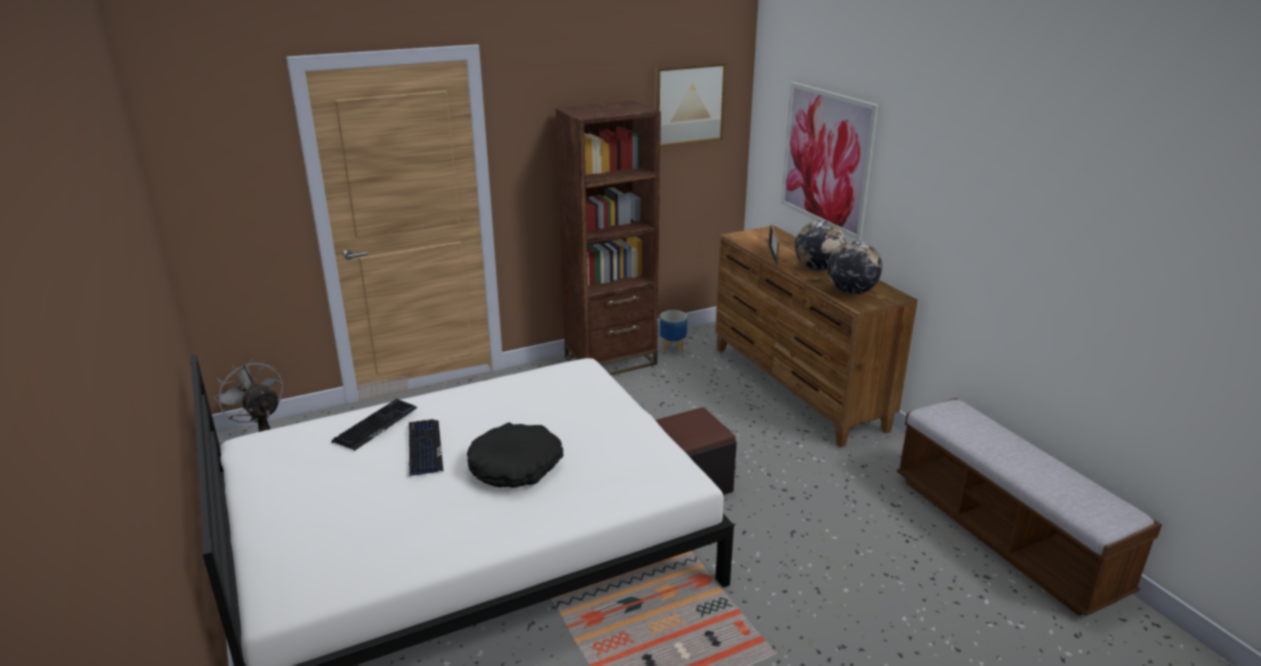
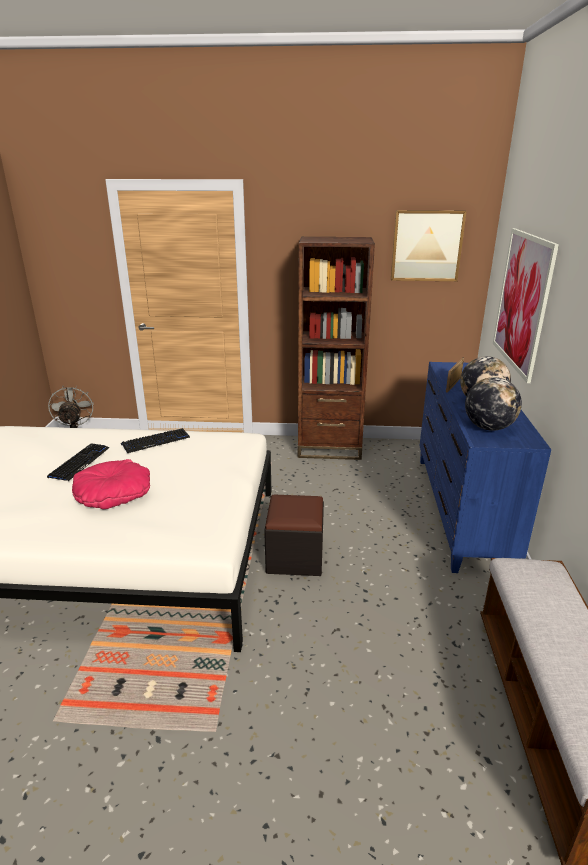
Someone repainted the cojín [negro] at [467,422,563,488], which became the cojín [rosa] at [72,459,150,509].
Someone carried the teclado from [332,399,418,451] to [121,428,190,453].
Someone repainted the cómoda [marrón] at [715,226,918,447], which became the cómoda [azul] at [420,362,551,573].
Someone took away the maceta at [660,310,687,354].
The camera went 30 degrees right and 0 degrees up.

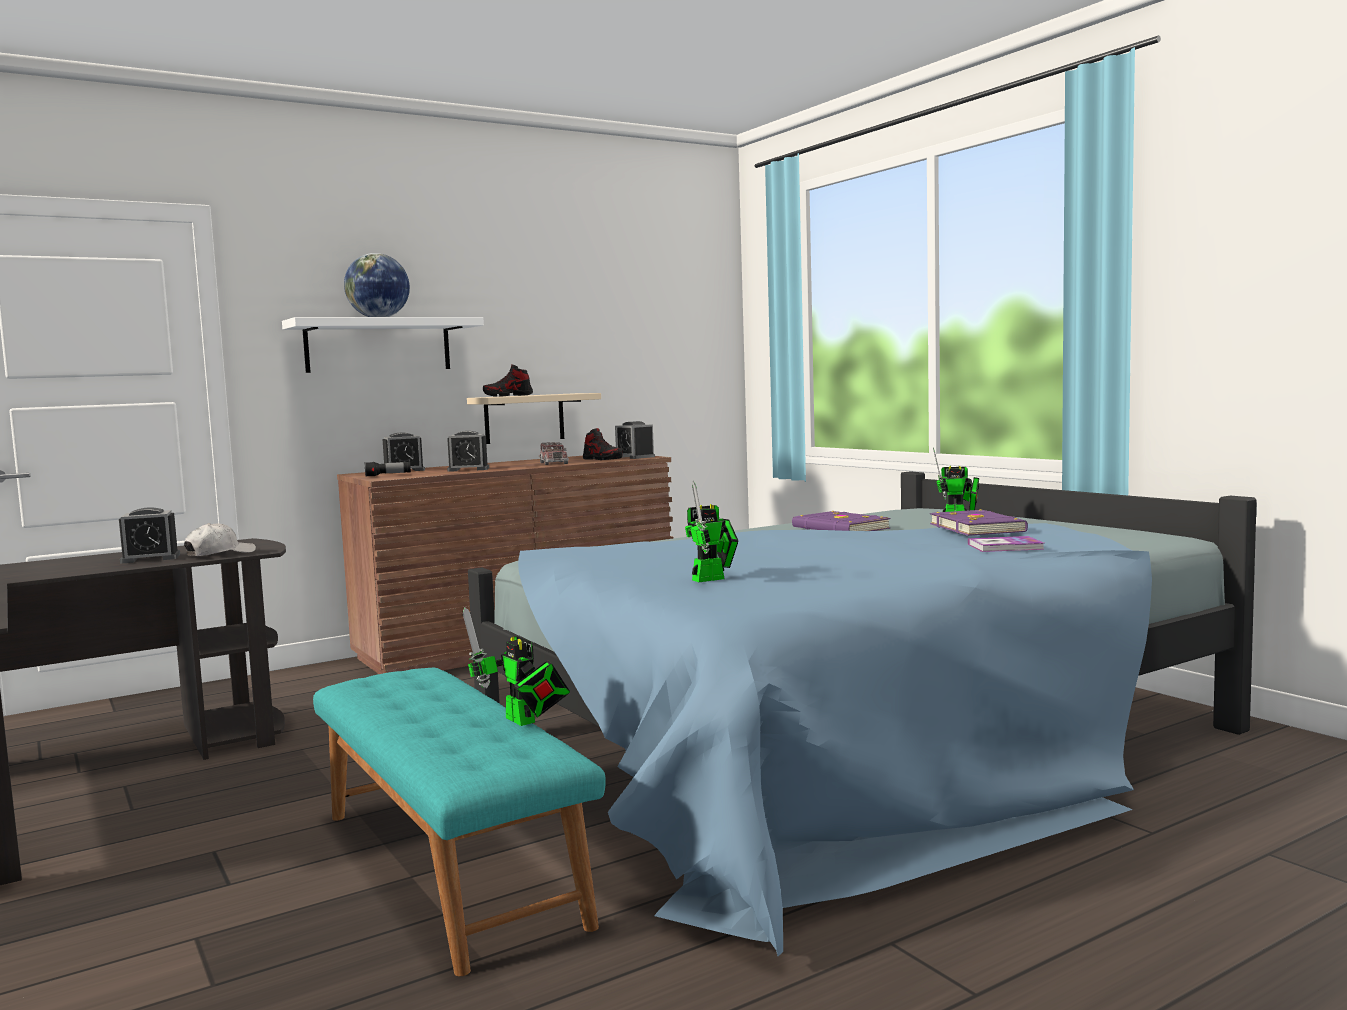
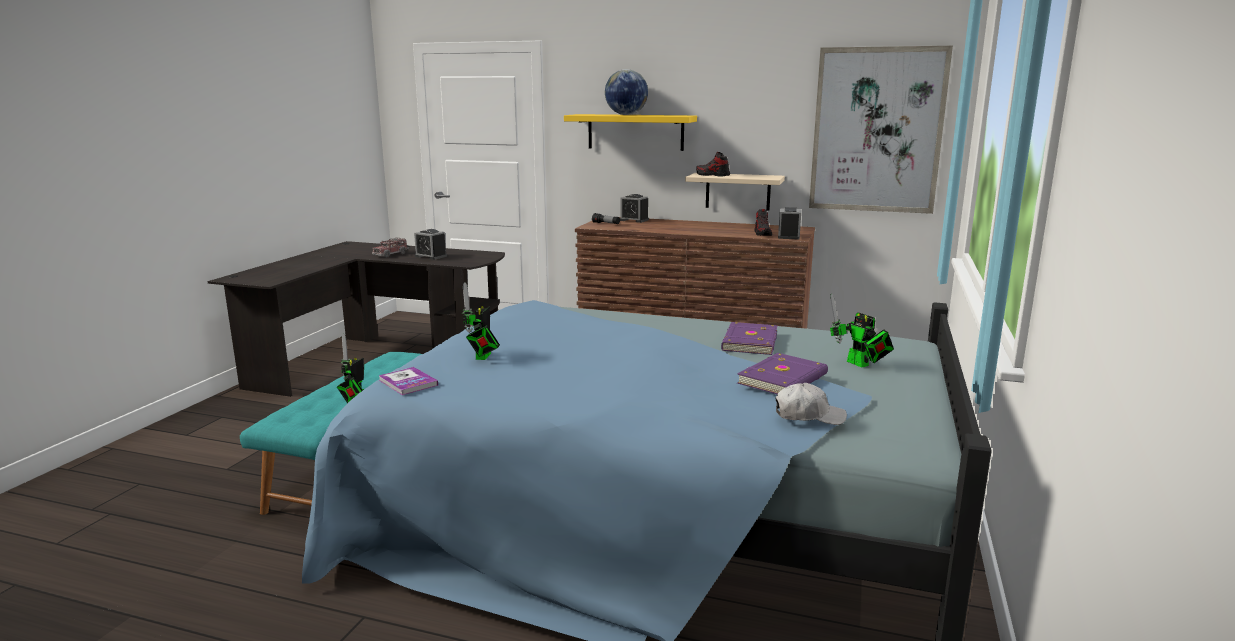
Someone carried the camión de juguete from [539,442,569,465] to [372,238,409,258].
Someone carried the libro from [968,536,1044,552] to [379,367,438,395].
Someone rotated the robot de juguete at [685,481,738,582] by 75 degrees clockwise.
Someone repainted the estante [blanco] at [282,317,484,373], which became the estante [amarillo] at [564,114,697,151].
Someone carried the gorra [blanco] from [184,523,256,556] to [775,383,847,425].
Someone put up the cuadro at [809,46,953,214].
Someone took away the despertador at [447,431,489,472].
The camera went 50 degrees right and 10 degrees up.

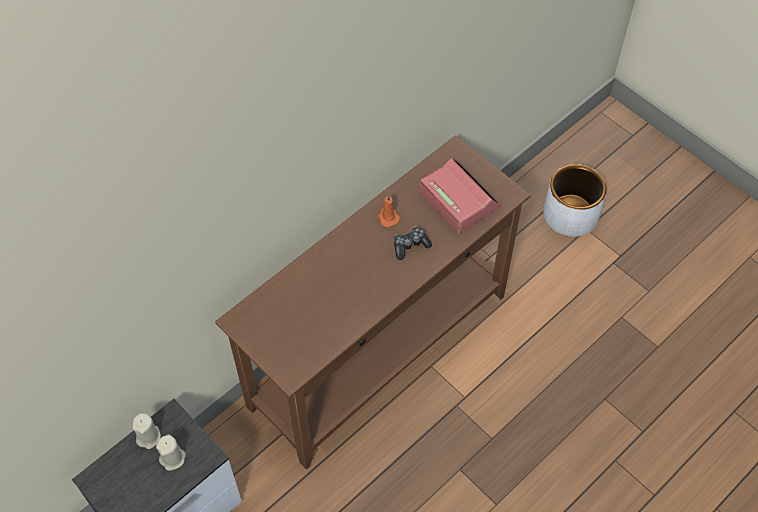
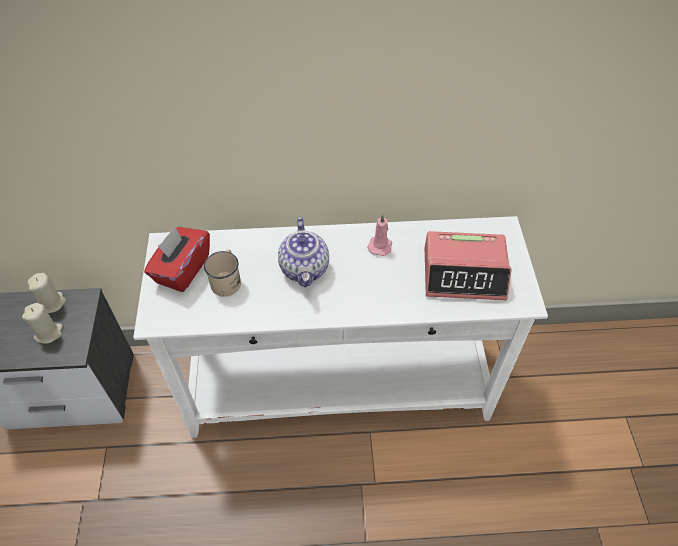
Someone repainted the mesa consola [marrón] at [215,135,531,470], which became the mesa consola [blanco] at [133,216,548,438].
Someone put down the caja de pañuelos [rojo] at [144,227,210,292].
Someone put down the taza grande [beis] at [204,249,241,297].
Someone put down the tetera at [278,217,329,287].
Someone repainted the vela [naranja] at [378,195,400,227], which became the vela [rosa] at [367,214,392,256].
Someone rotated the despertador at [420,158,501,233] by 90 degrees clockwise.
Someone took away the mando de consola at [394,226,432,260].
Someone took away the maceta [blanco] at [543,164,607,237].
The camera went 40 degrees right and 5 degrees down.

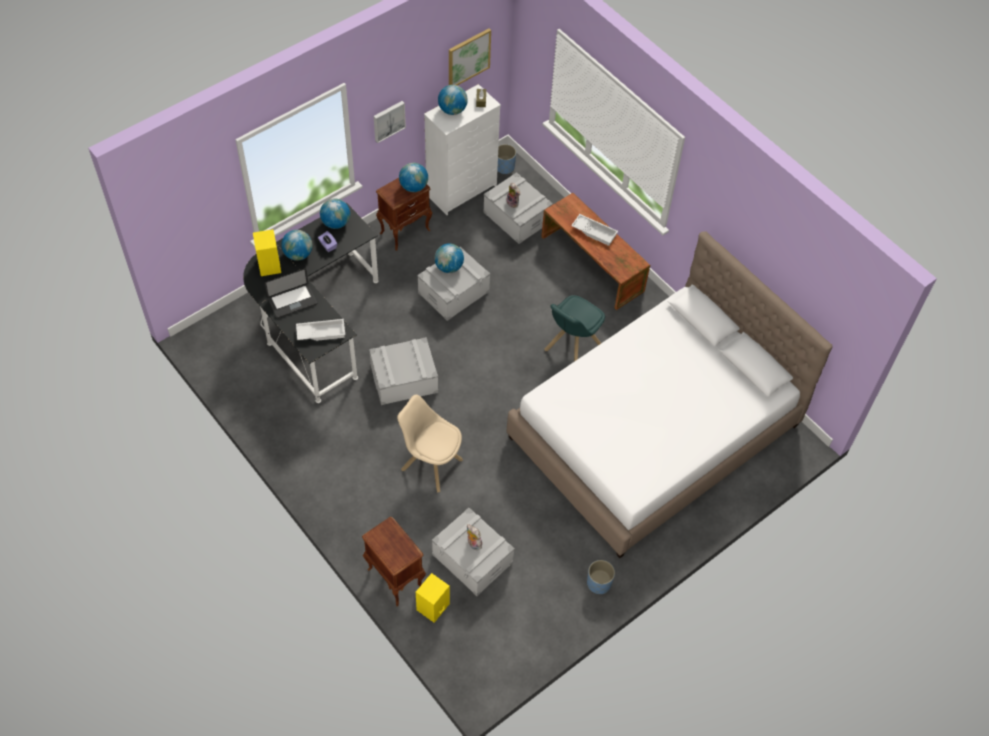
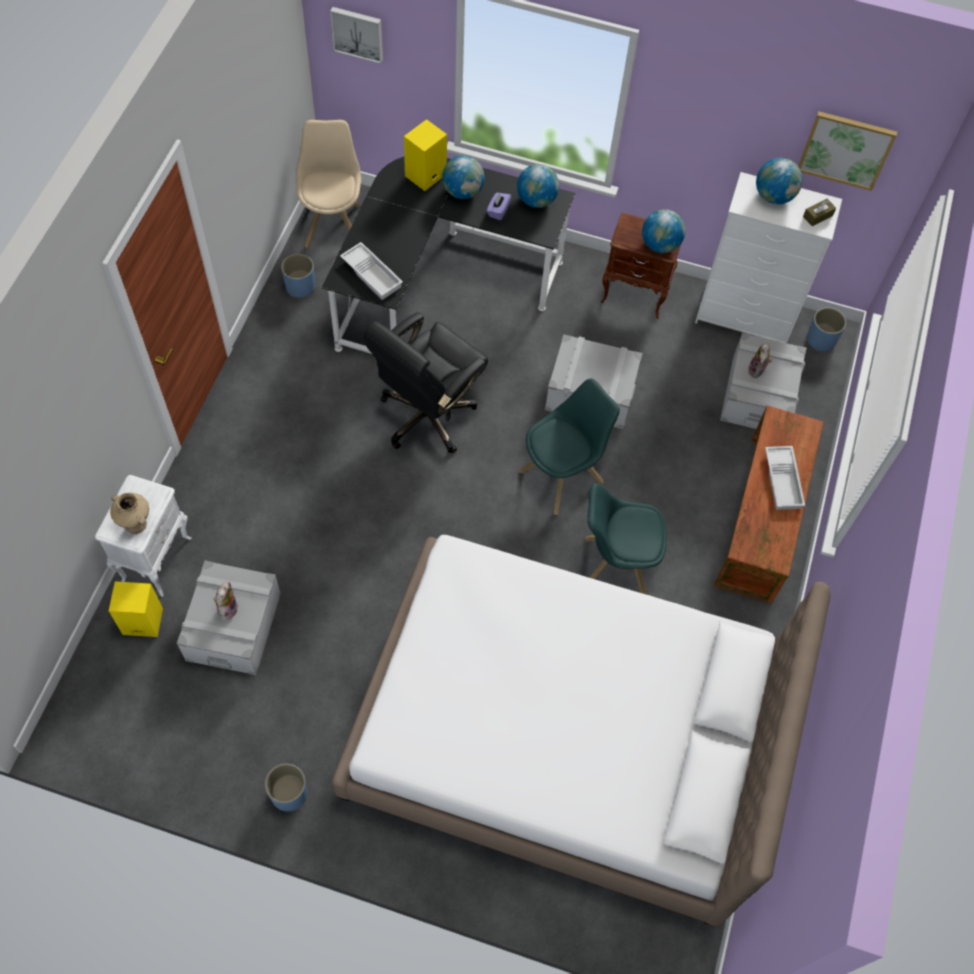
Someone repainted the mesita de noche [marrón] at [362,517,426,606], which became the mesita de noche [blanco] at [95,475,191,597].
Someone put down the florero [beis] at [110,493,149,534].
Someone put down the maceta [azul] at [281,254,315,298].
Someone carried the silla [beis] from [397,395,463,493] to [296,120,361,249].
Someone carried the cuadro from [374,101,406,143] to [330,7,383,64].
Someone swapped the caja de almacenaje [gris] at [369,337,438,405] for the silla de oficina [negro] at [364,312,488,453].
Someone put down the silla [turquesa] at [519,379,620,515].
Someone took away the portátil at [265,268,317,318].
Someone took away the globo terráqueo at [434,243,464,273].
The camera went 55 degrees right and 5 degrees up.

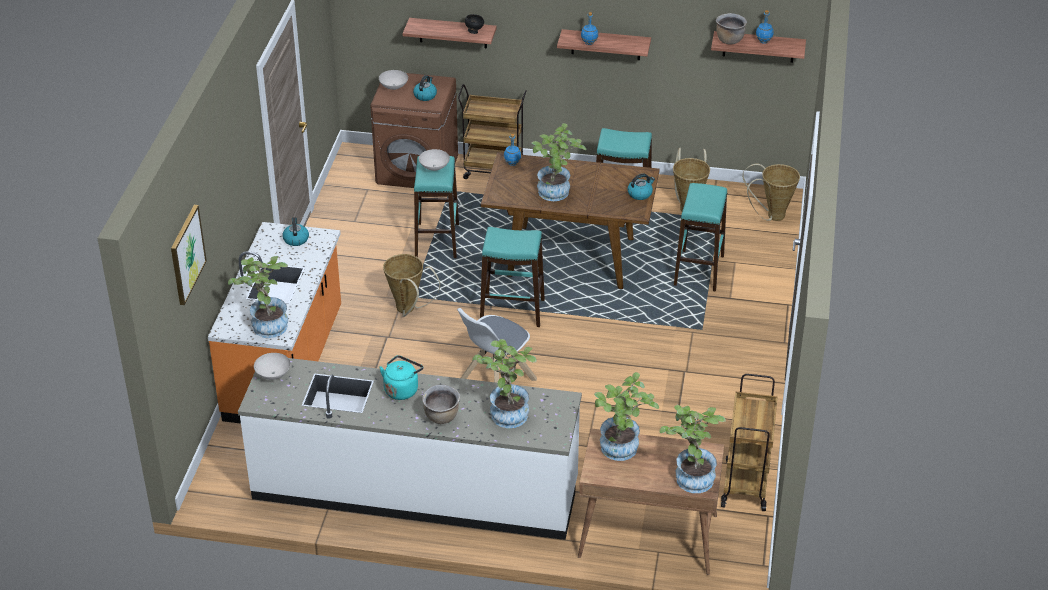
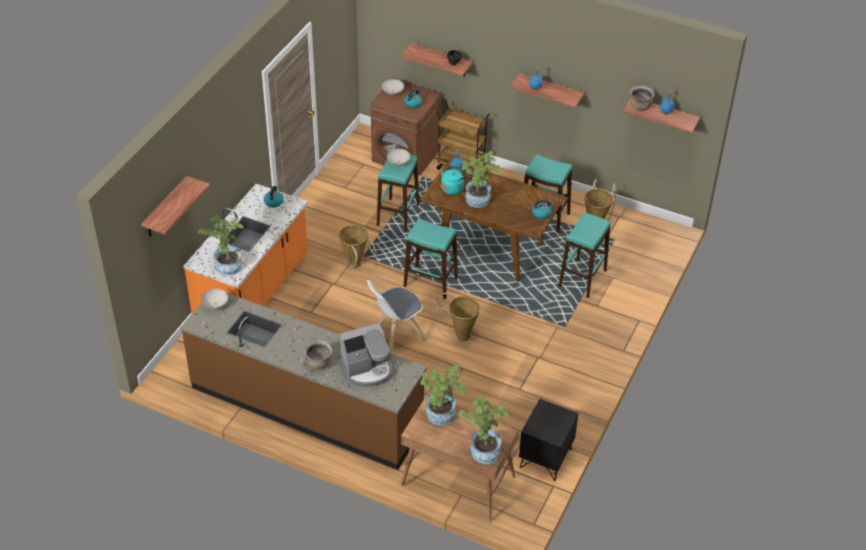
Someone swapped the cuadro at [171,205,207,305] for the estante at [141,176,210,237].
Someone repainted the mueble bajo de cocina [blanco] at [238,358,582,540], which became the mueble bajo de cocina [marrón] at [181,288,427,470].
Someone swapped the planta en maceta at [472,339,537,428] for the cafetera at [338,323,392,387].
Someone carried the cesta from [742,164,800,221] to [432,293,480,341].
Someone carried the hervidor [turquesa] from [379,355,423,400] to [441,166,468,195].
Someone swapped the carrito [marrón] at [721,374,778,511] for the mesita de noche [negro] at [519,399,579,481].
The camera went 15 degrees right and 5 degrees up.

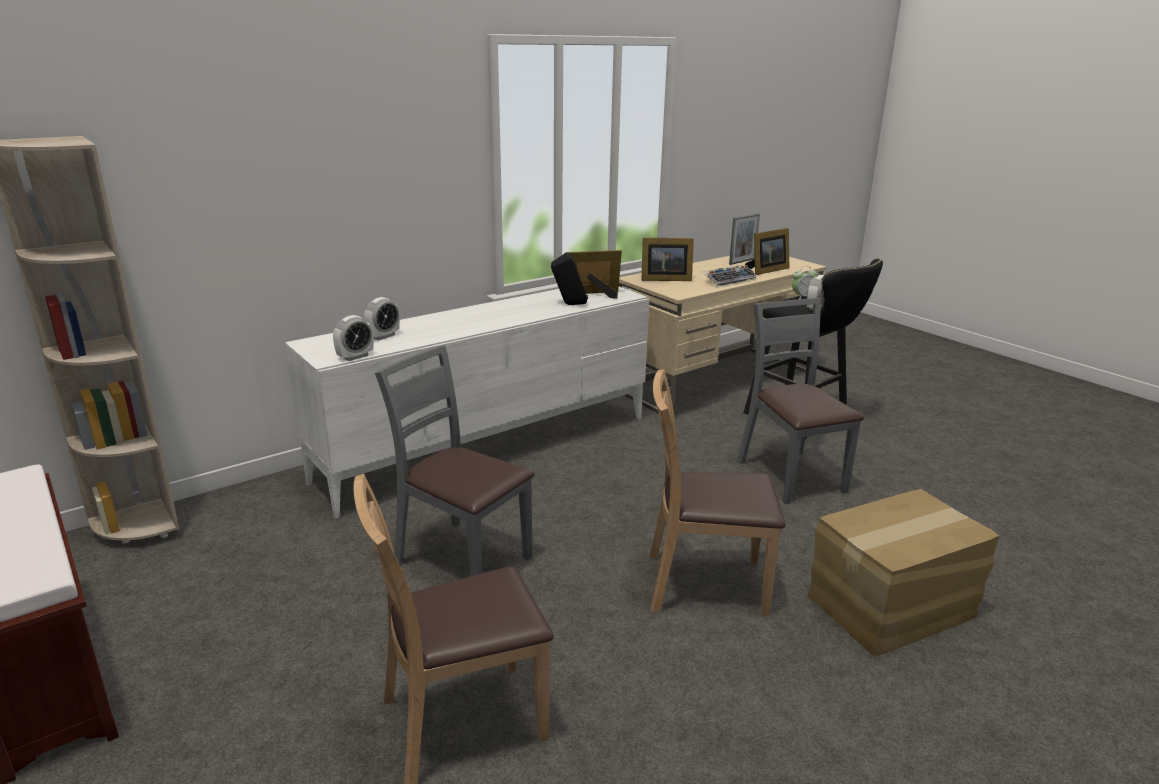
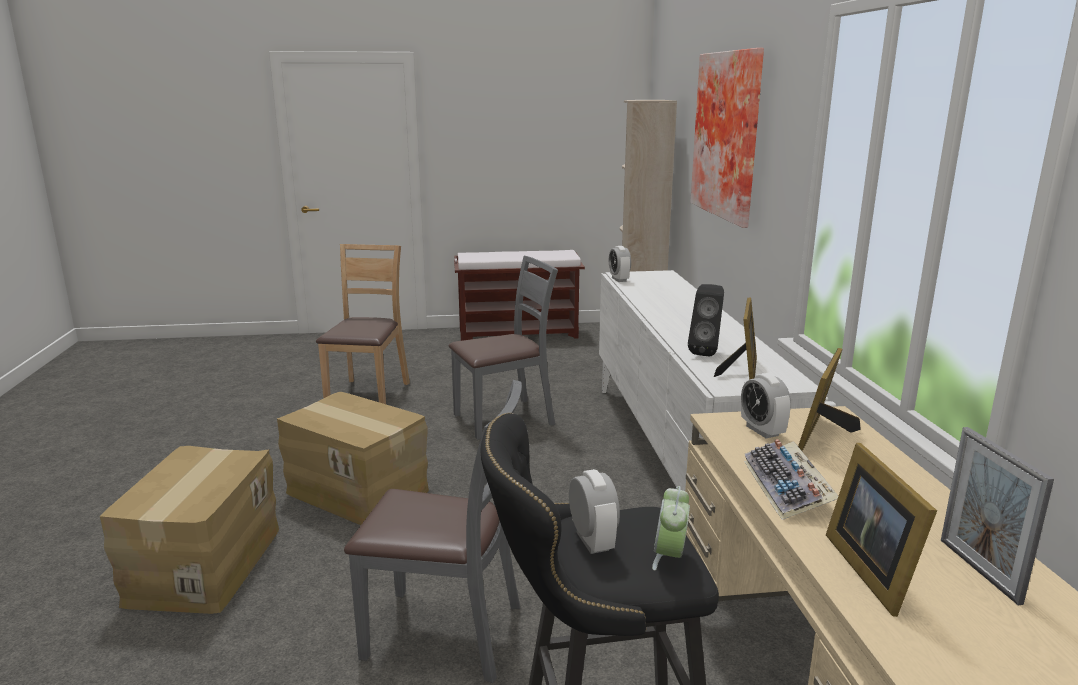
Someone swapped the silla [marrón] at [649,369,786,616] for the caja de cartón at [277,392,429,525].
Someone put up the cuadro at [690,48,764,228].
Someone carried the despertador from [364,297,400,340] to [741,373,791,439].
The camera went 120 degrees right and 5 degrees down.

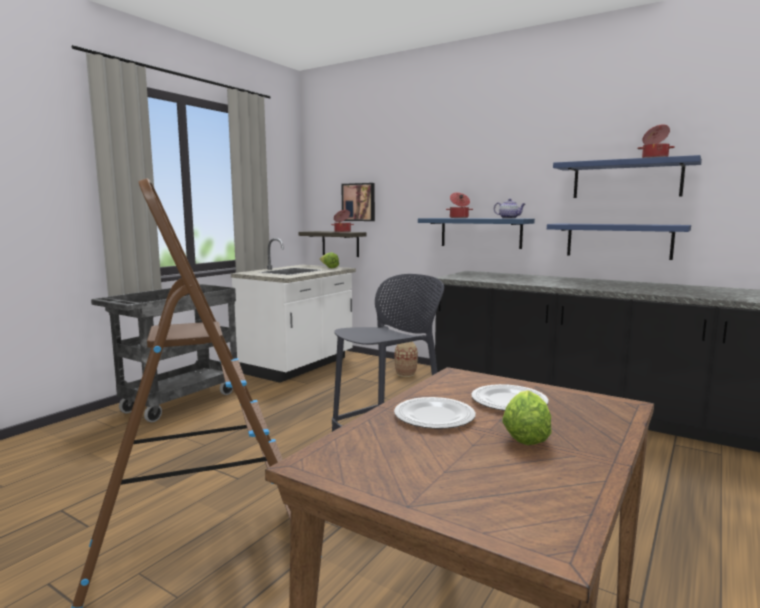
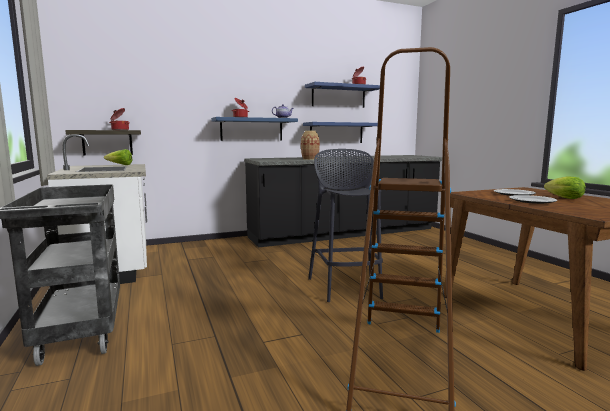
Someone carried the florero from [394,341,418,377] to [301,131,320,160].
Someone took away the cuadro at [341,183,375,221].
The camera went 55 degrees left and 0 degrees up.

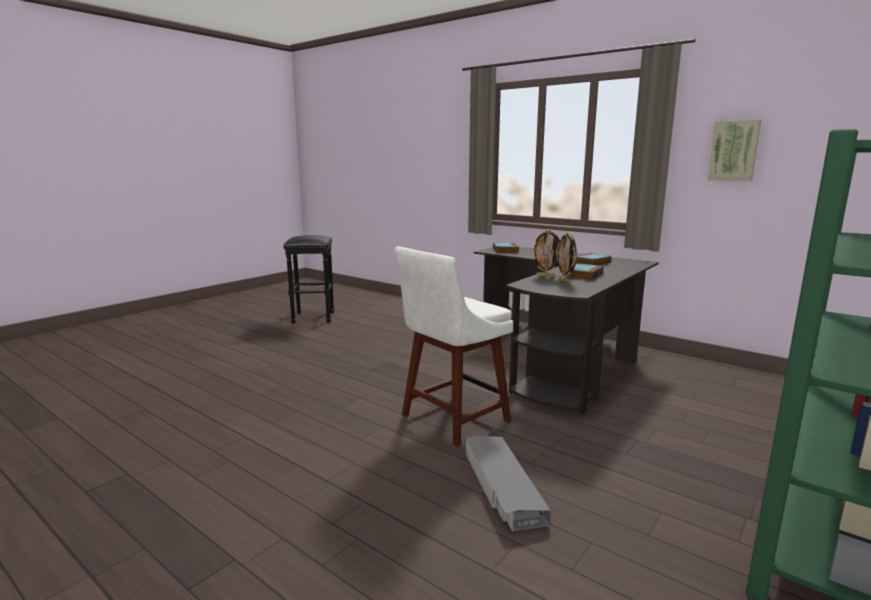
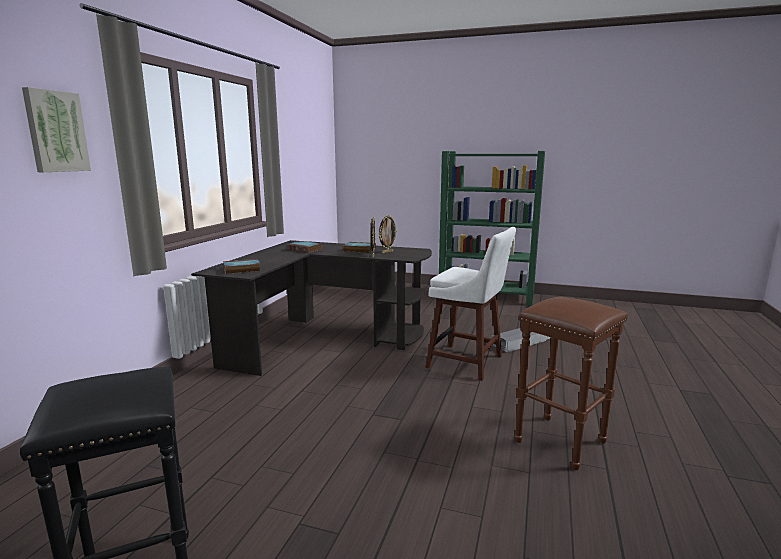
Someone carried the cuadro from [708,120,761,181] to [22,87,91,172].
Someone put down the taburete [marrón] at [515,297,628,470].
The camera went 110 degrees left and 0 degrees up.

